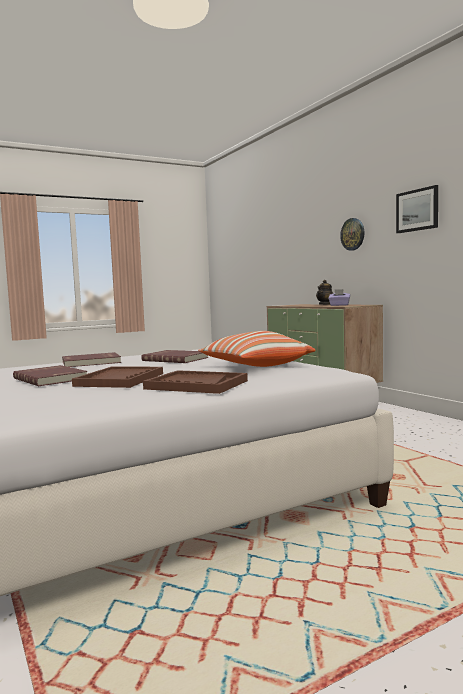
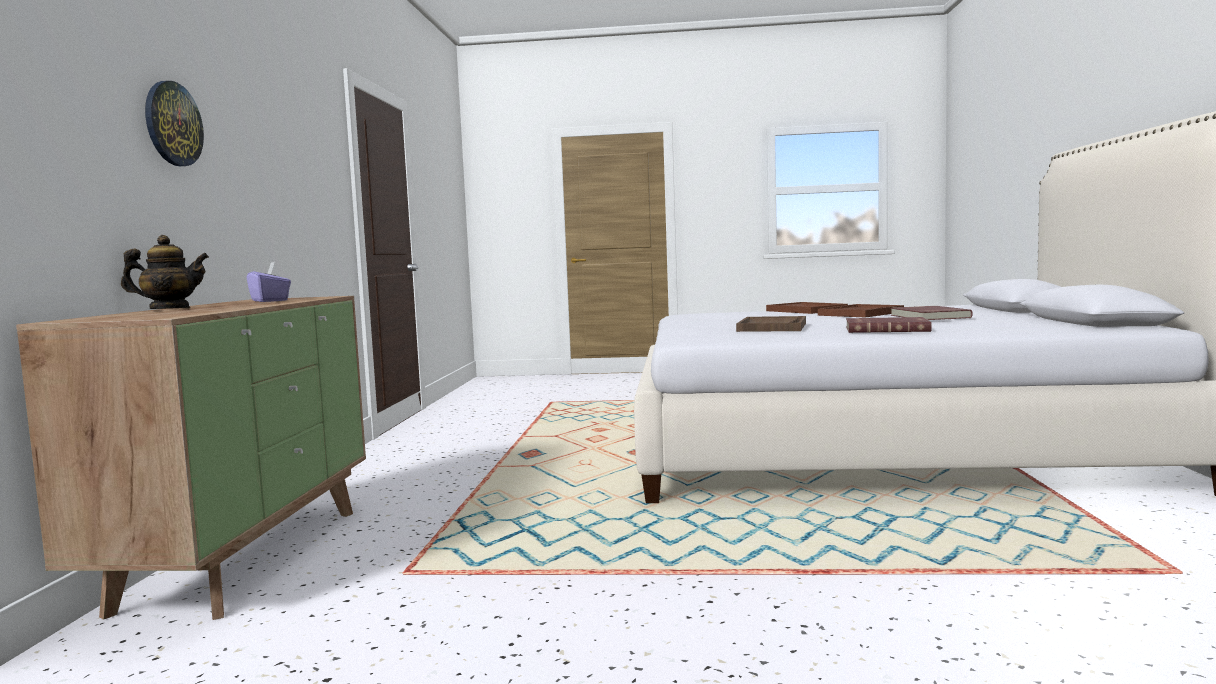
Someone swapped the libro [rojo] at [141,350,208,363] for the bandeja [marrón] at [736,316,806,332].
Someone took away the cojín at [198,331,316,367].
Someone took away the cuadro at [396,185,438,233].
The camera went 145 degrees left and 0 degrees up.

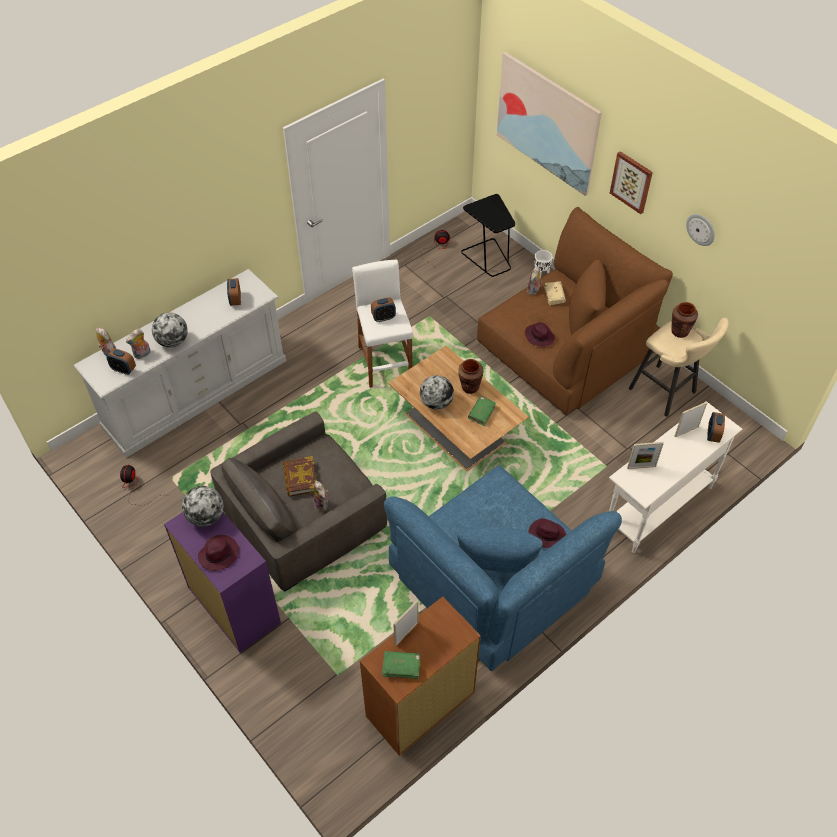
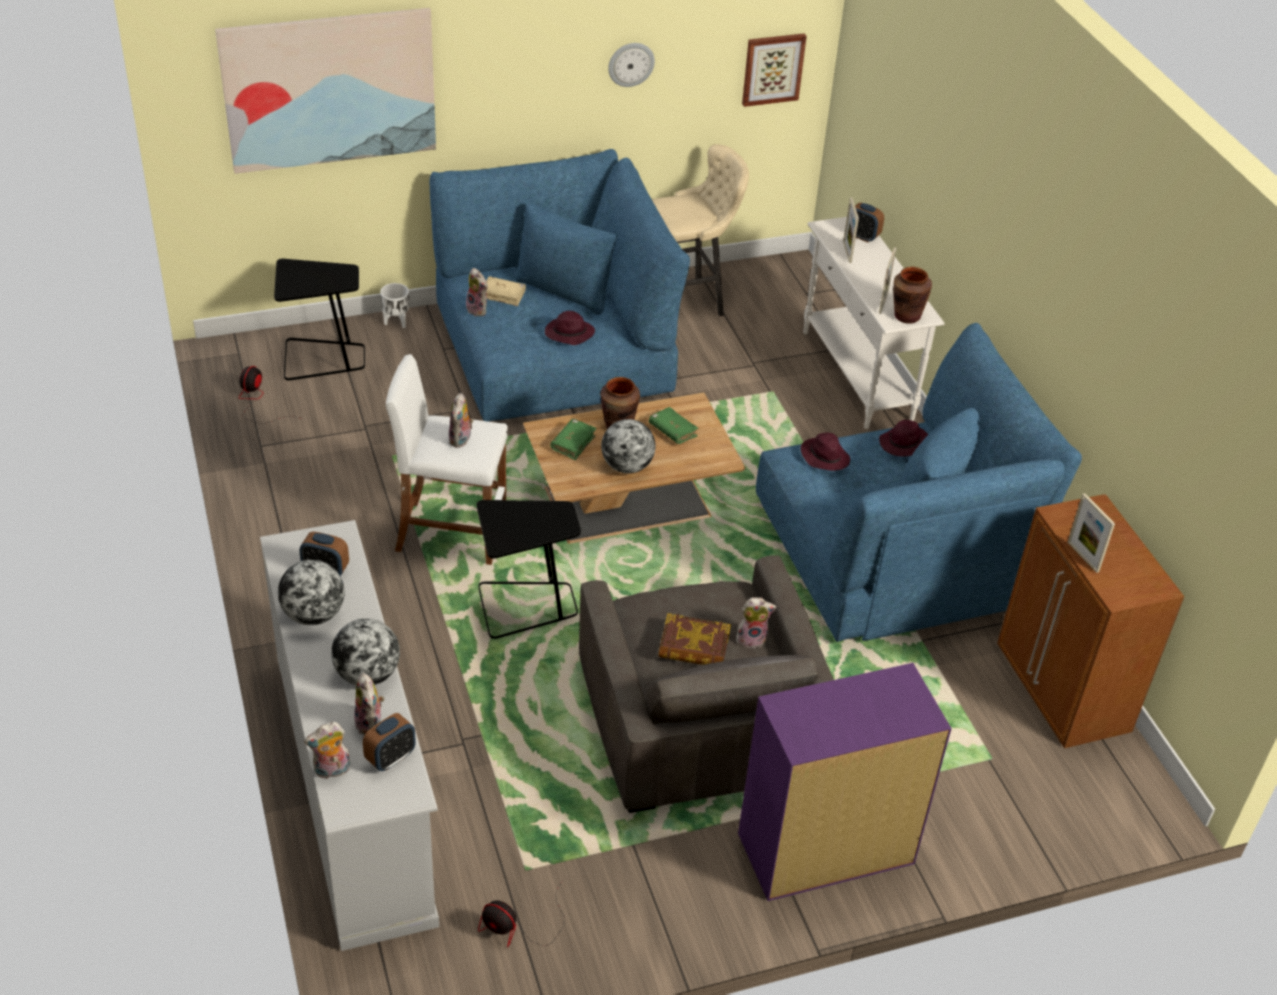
Someone carried the globo terráqueo from [182,486,223,527] to [278,560,345,625].
Someone repainted the sofá [marrón] at [477,207,673,415], which became the sofá [azul] at [430,149,690,422].
Someone swapped the despertador at [371,297,396,322] for the peluche at [449,393,474,448].
Someone put down the mesa auxiliar [negro] at [477,500,581,639].
Someone carried the libro [verde] from [382,651,420,679] to [550,419,597,460].
Someone carried the cuadro from [610,151,653,214] to [742,34,807,107].
Someone carried the sombrero [morado] from [198,535,239,571] to [800,432,850,471].
Someone carried the florero [marrón] from [671,302,698,338] to [893,267,932,324].
The camera went 70 degrees left and 10 degrees down.

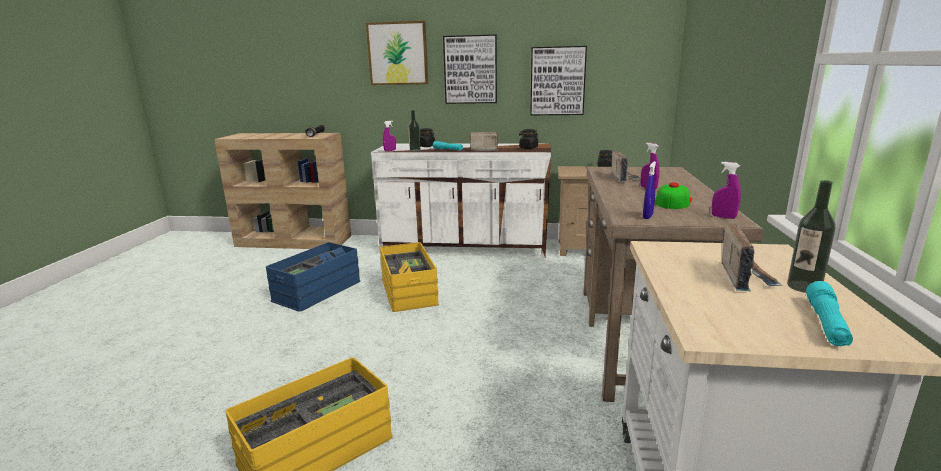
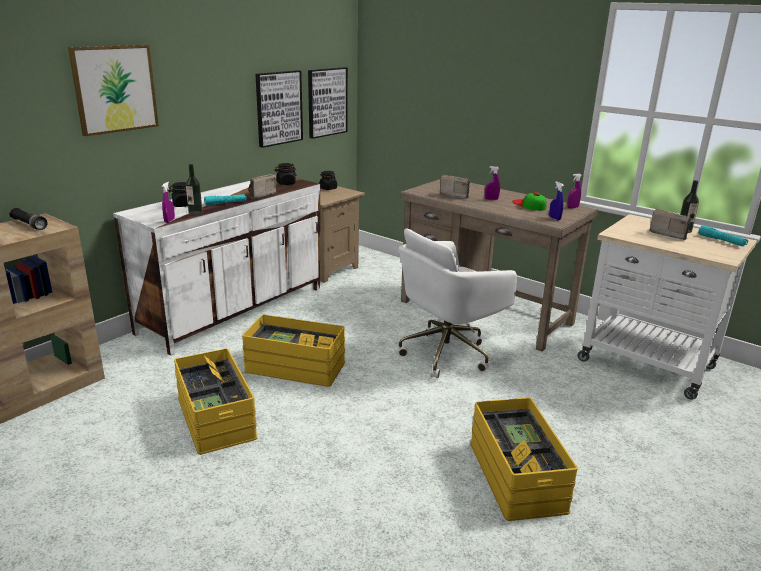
Someone repainted the caja de almacenaje [azul] at [266,242,361,312], which became the caja de almacenaje [amarillo] at [174,349,258,455].
Someone carried the cuadro from [443,34,497,104] to [308,67,348,139].
Someone put down the silla de oficina [blanco] at [399,228,517,378].
The camera went 60 degrees left and 5 degrees up.

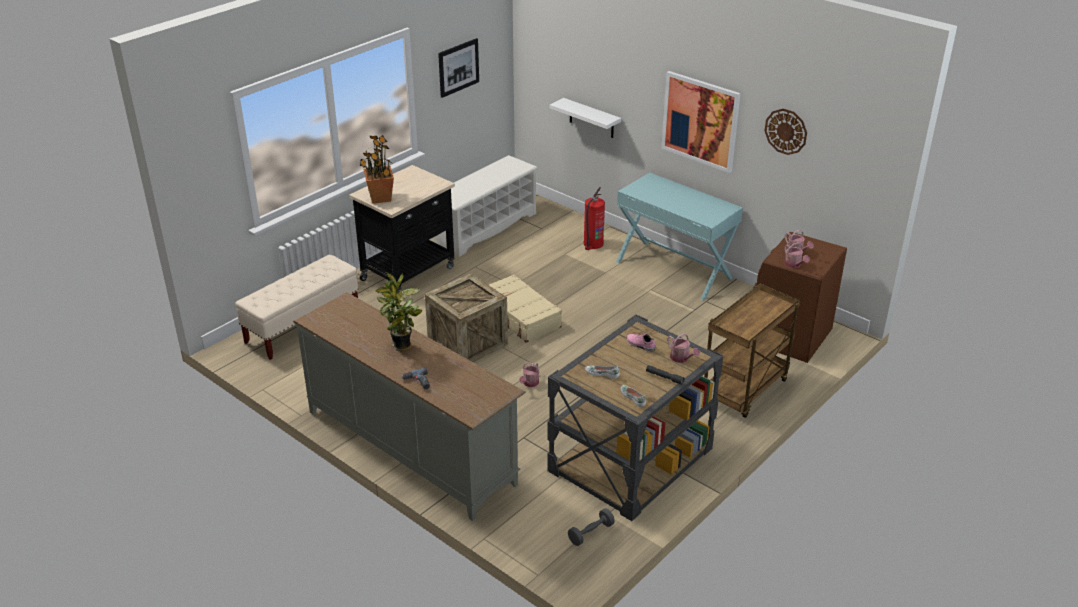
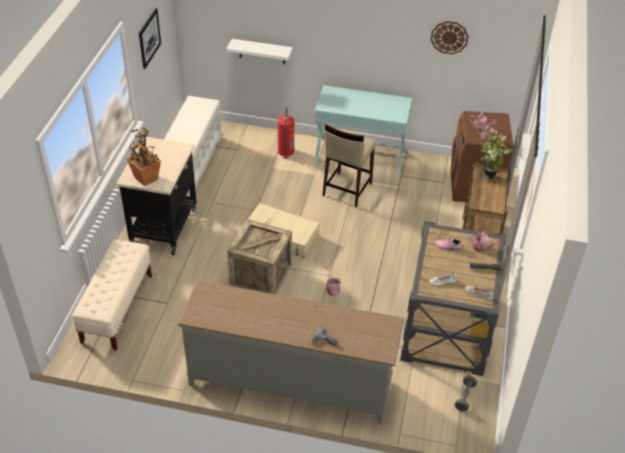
Someone put down the taburete [beis] at [322,125,376,207].
Someone carried the planta en maceta from [375,272,422,351] to [481,129,513,181].
Someone took away the cuadro at [661,71,741,173].
The camera went 30 degrees left and 10 degrees up.

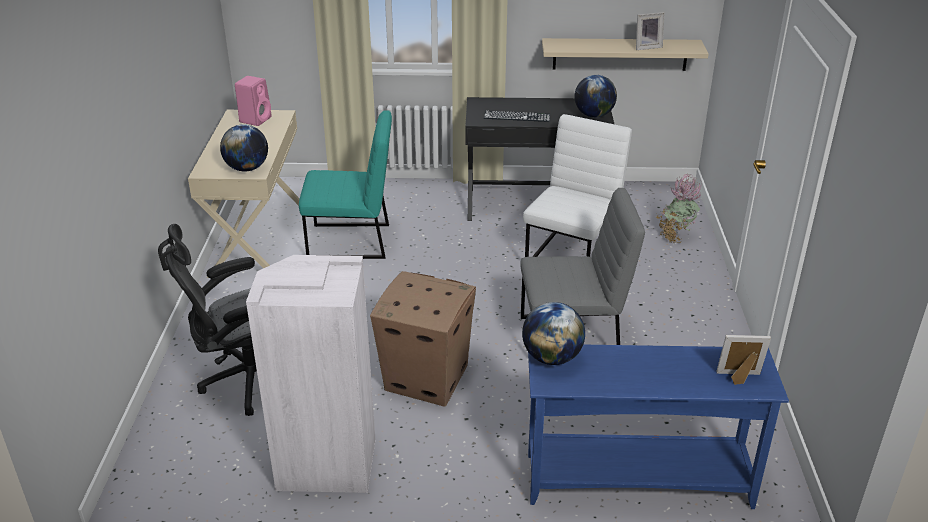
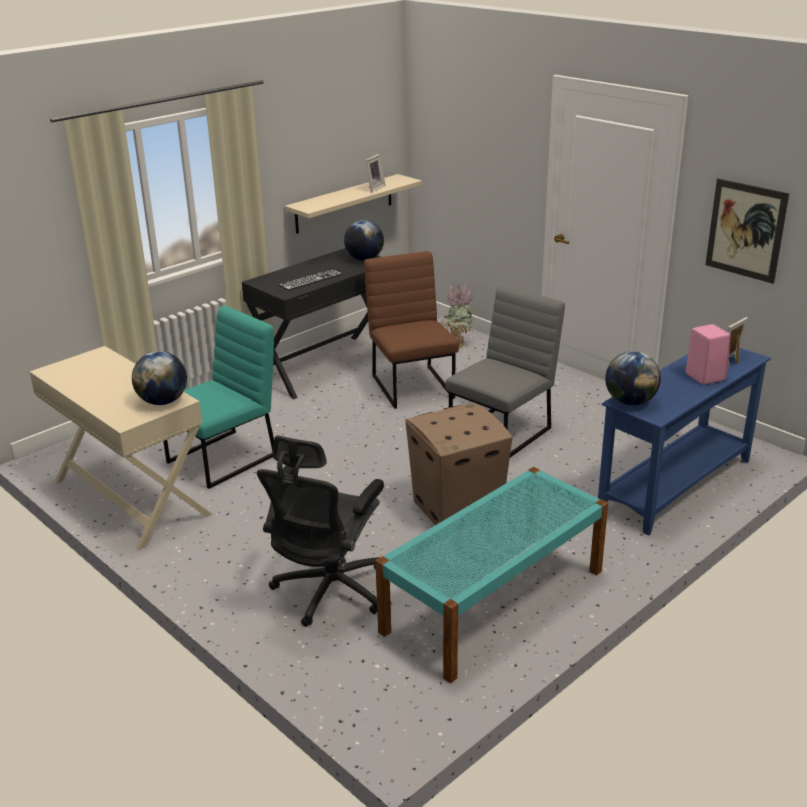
Someone repainted the silla [blanco] at [523,114,632,257], which became the silla [marrón] at [364,251,459,409].
Someone swapped the armario [blanco] at [246,255,376,493] for the banco [turquesa] at [375,467,608,683].
Someone carried the altavoz [rosa] from [235,76,271,126] to [686,324,731,385].
Someone put up the cuadro at [705,178,789,284].
The camera went 45 degrees left and 5 degrees down.

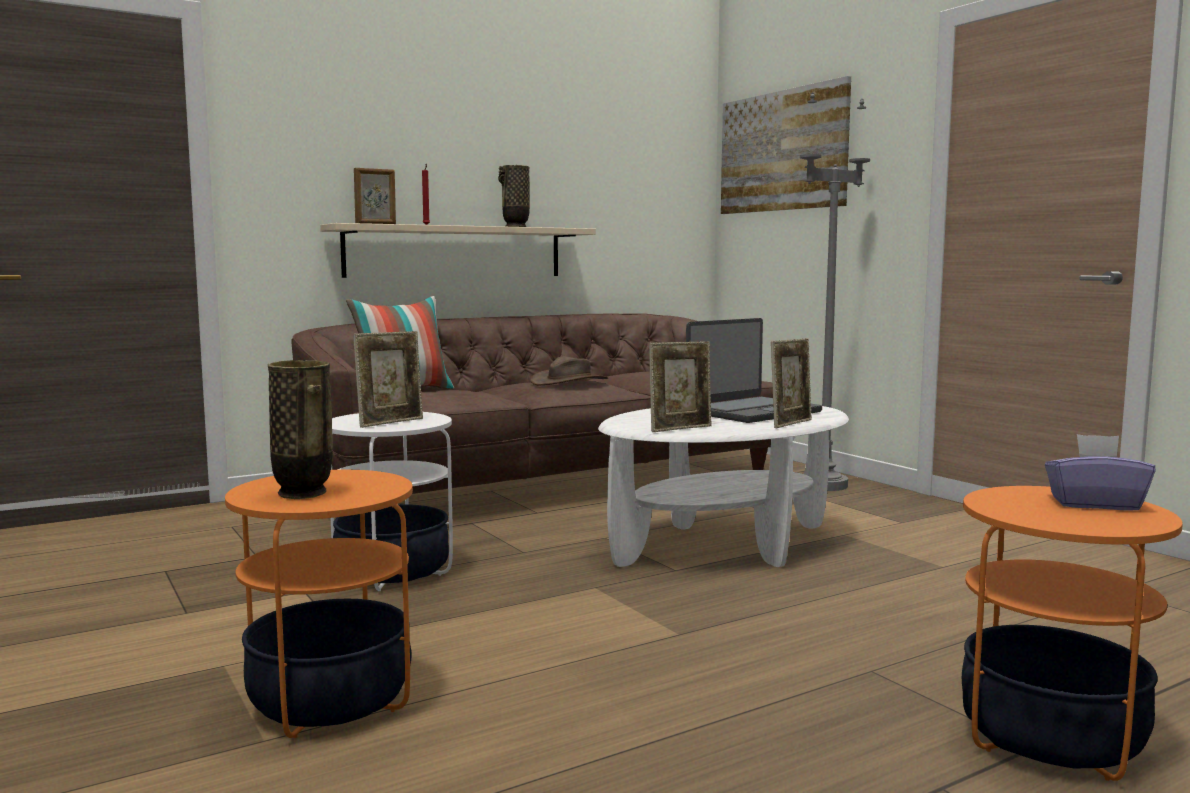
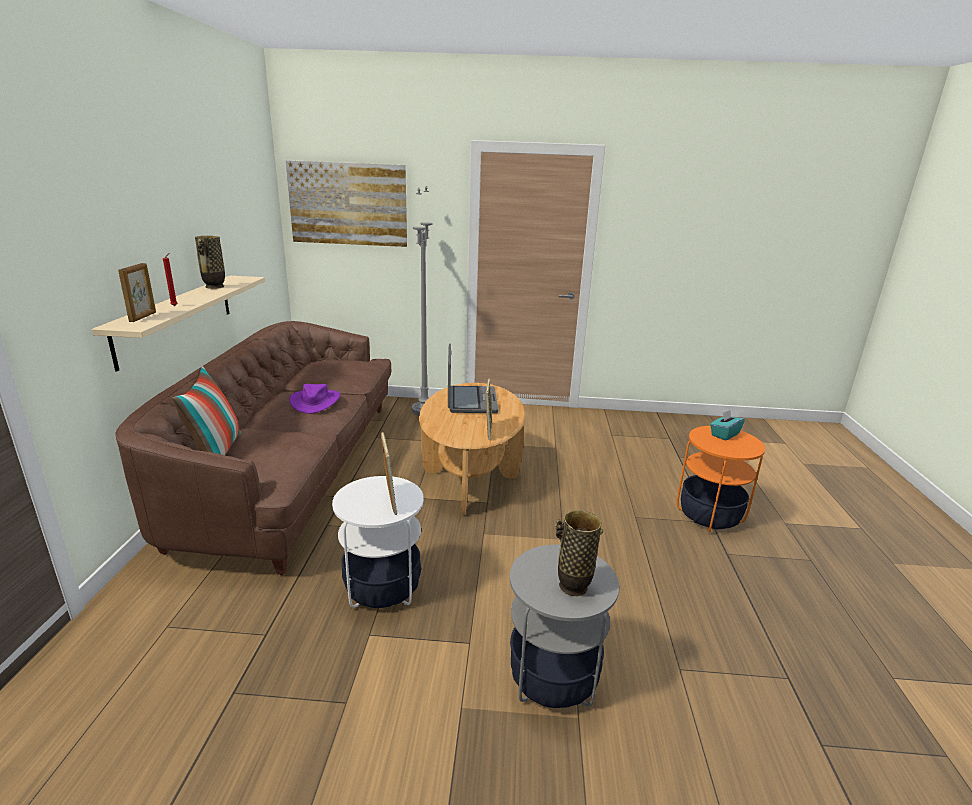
Someone repainted the sombrero [marrón] at [530,356,609,385], which became the sombrero [morado] at [289,384,340,414].
Someone repainted the mesa de centro [blanco] at [598,406,849,567], which became the mesa de centro [marrón] at [419,383,526,515].
Someone repainted the mesa auxiliar [naranja] at [225,470,413,738], which became the mesa auxiliar [gris] at [510,544,619,708].
Someone repainted the caja de pañuelos [morado] at [1045,434,1155,511], which became the caja de pañuelos [turquesa] at [710,409,745,441].
Someone took away the portarretratos at [771,339,812,428].
The camera went 55 degrees left and 15 degrees up.

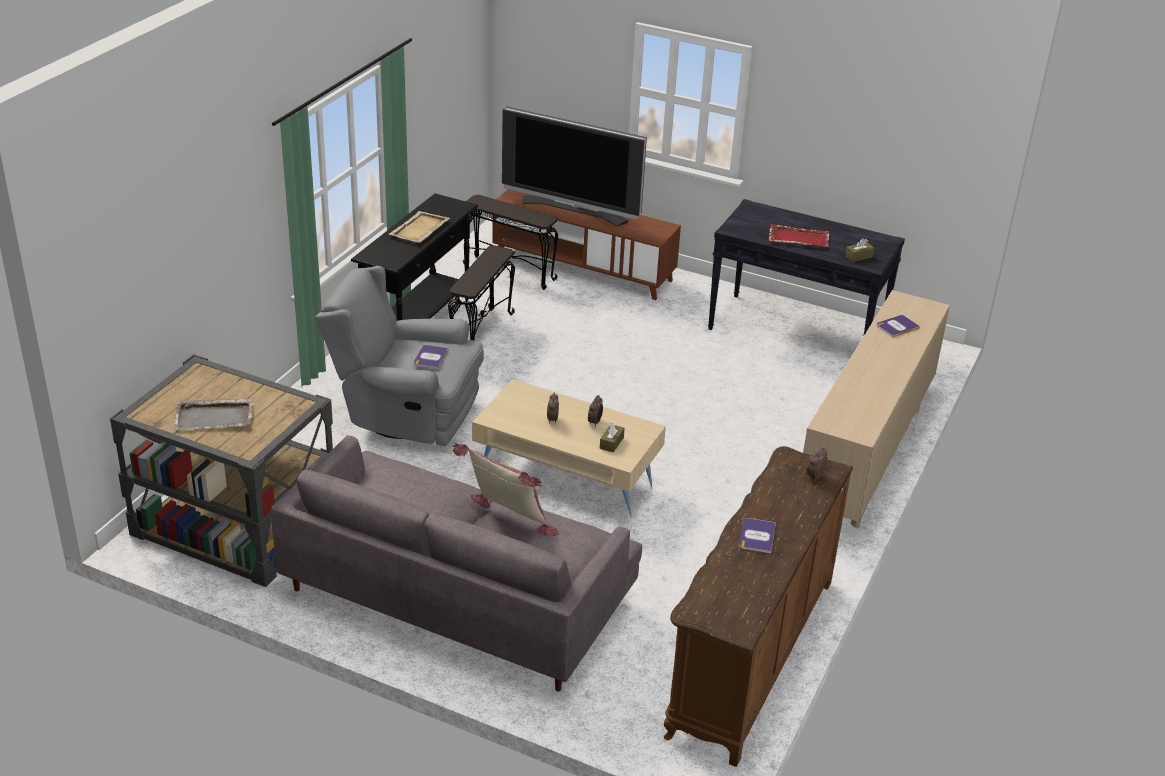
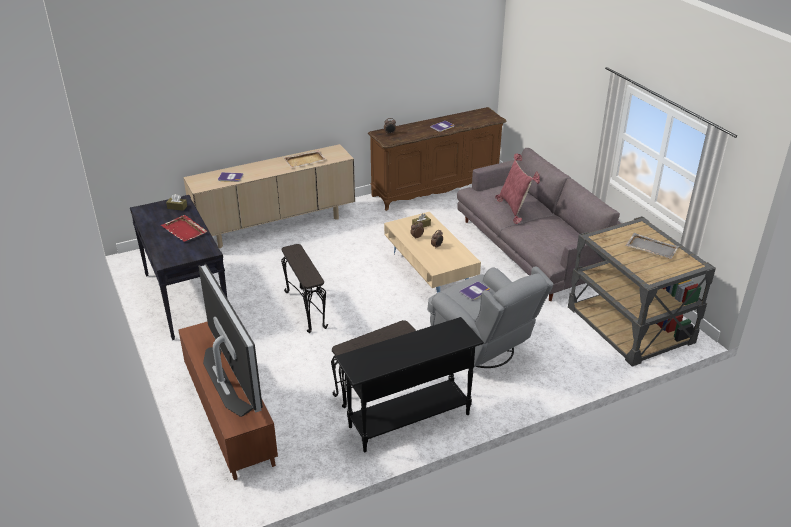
Someone carried the mesa auxiliar [negro] from [463,195,558,290] to [281,244,328,333].
Someone carried the bandeja [beis] from [389,211,450,243] to [283,150,327,168].
The camera went 140 degrees left and 0 degrees up.

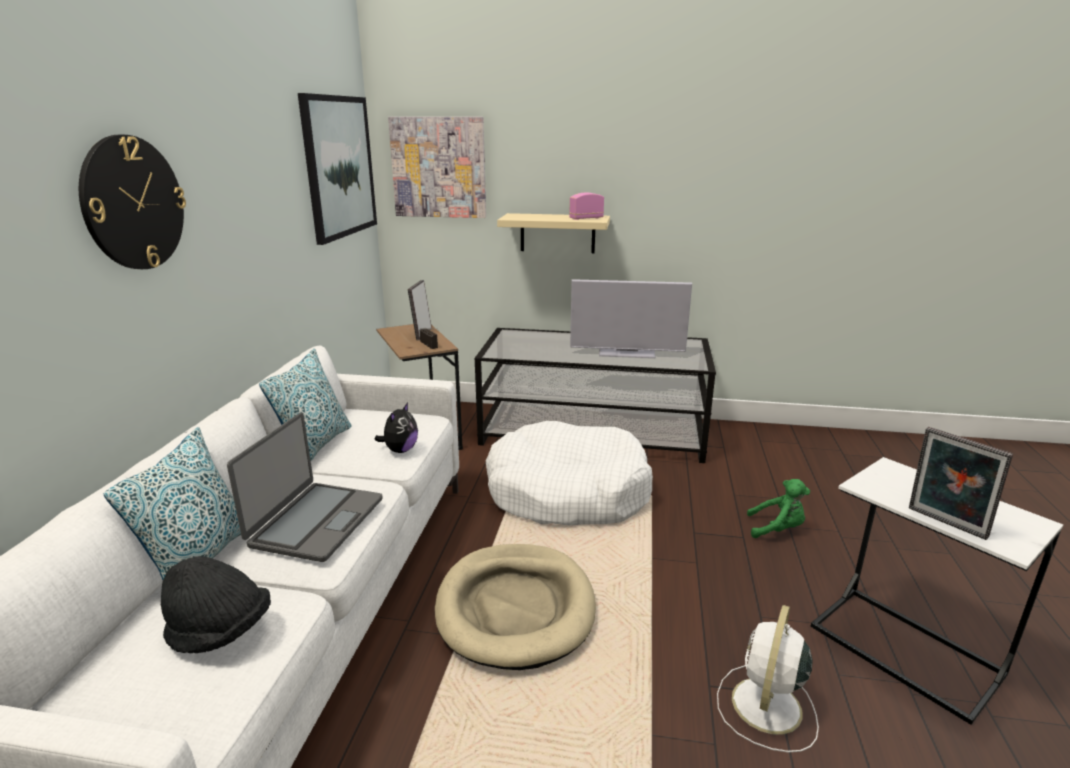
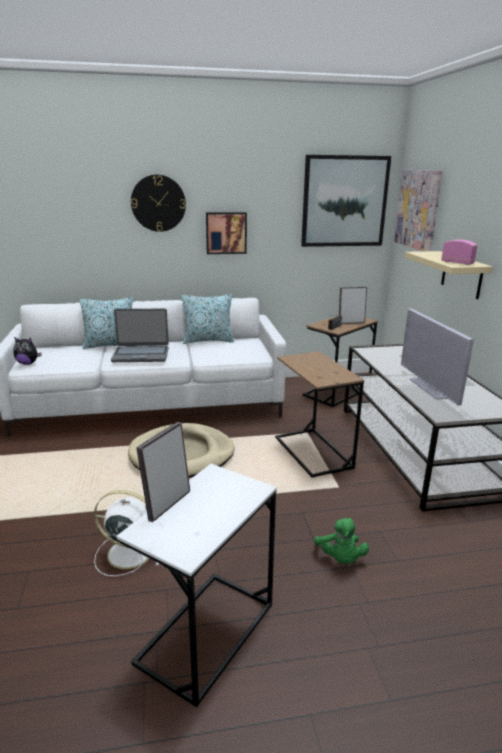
Someone carried the peluche from [375,402,418,453] to [14,337,42,365].
Someone put up the cuadro at [206,212,247,254].
Someone swapped the cama para perro [blanco] at [486,421,653,526] for the mesa auxiliar [marrón] at [275,351,364,477].
Someone took away the sombrero [negro] at [161,556,271,653].
The camera went 70 degrees right and 0 degrees up.

